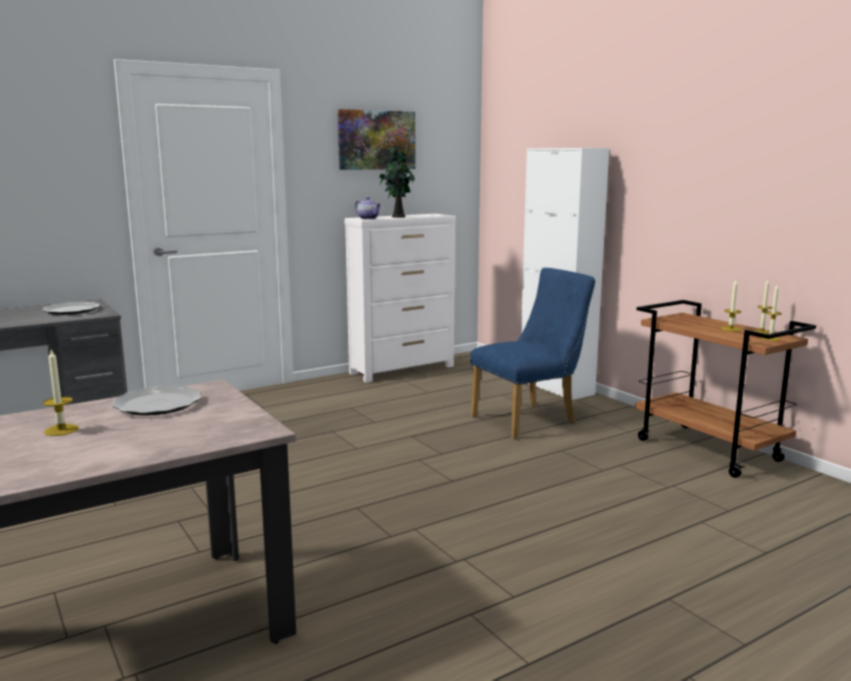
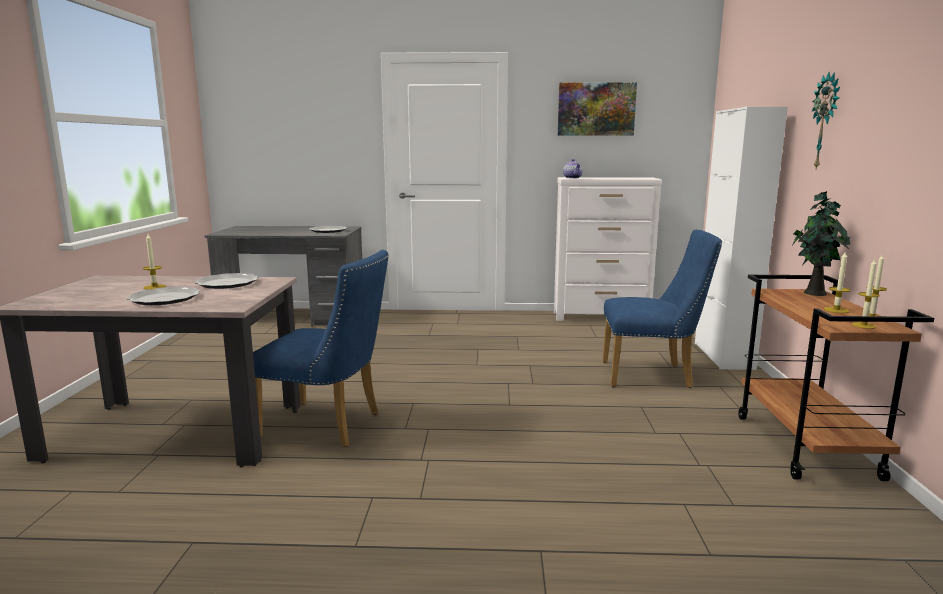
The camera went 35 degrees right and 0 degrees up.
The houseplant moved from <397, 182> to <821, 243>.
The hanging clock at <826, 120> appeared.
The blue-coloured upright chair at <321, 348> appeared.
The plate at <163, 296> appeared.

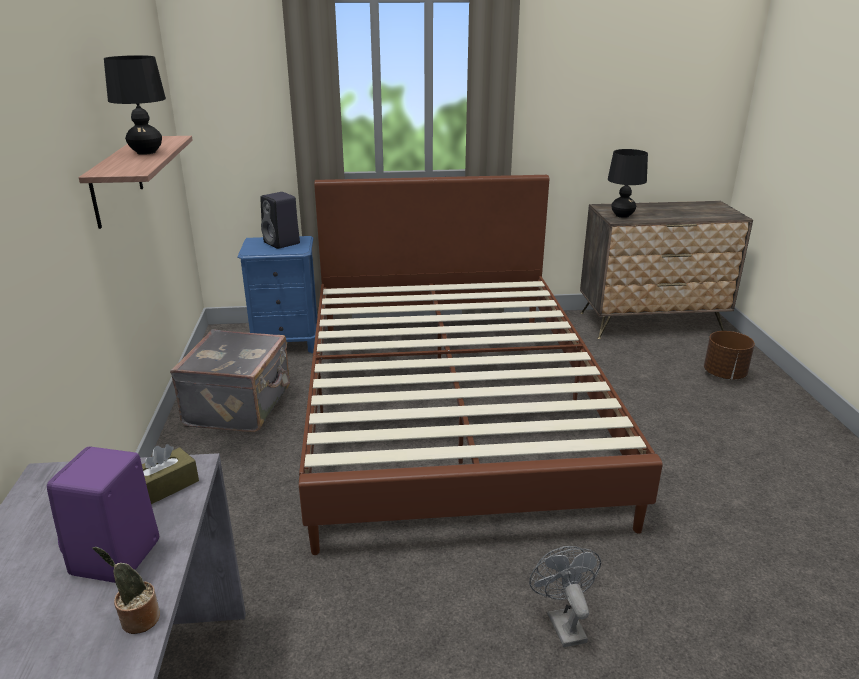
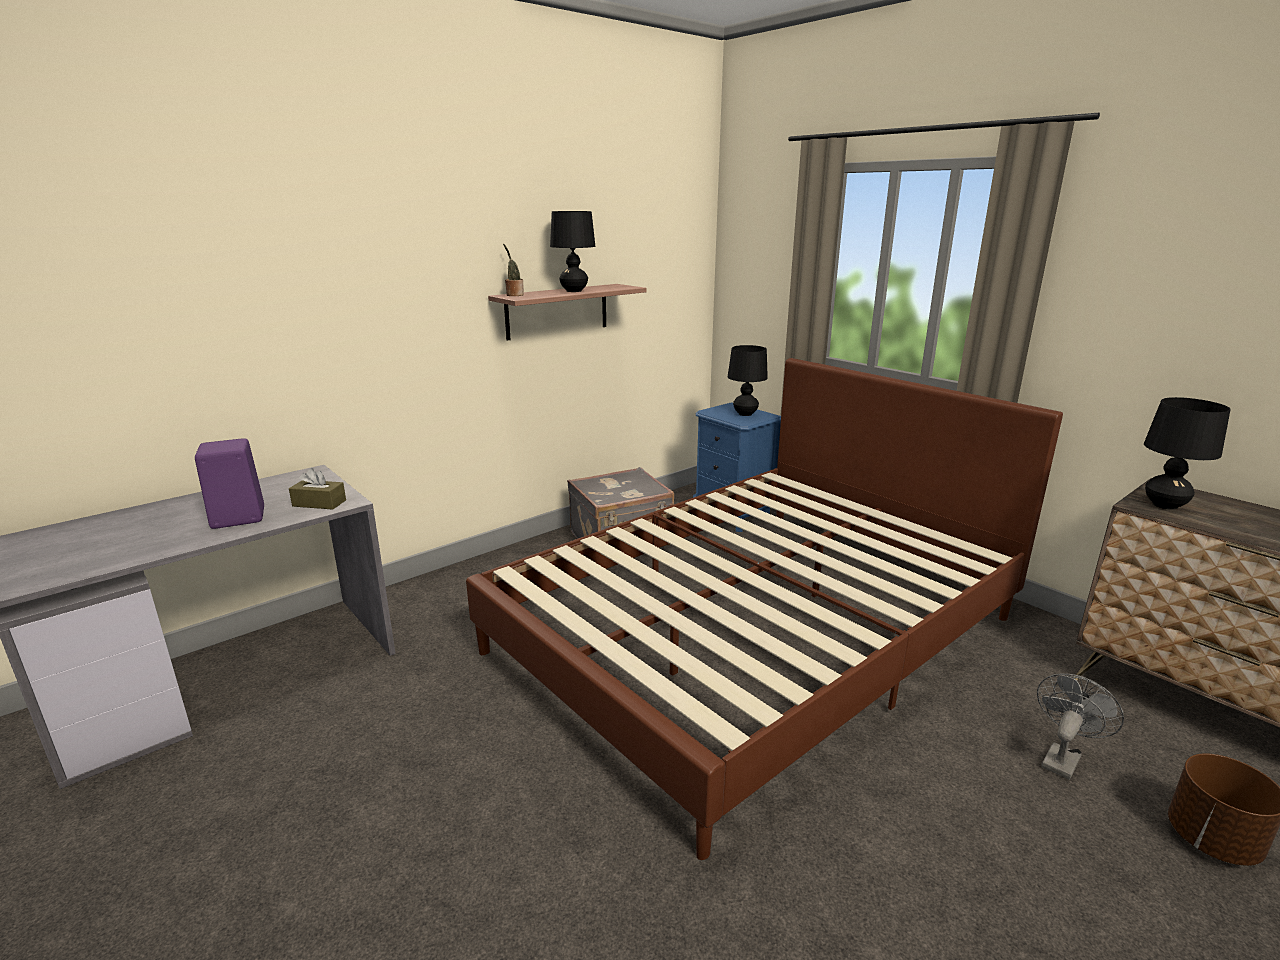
The camera went 55 degrees right and 5 degrees down.
The black-coloured audio speaker at <280, 220> was replaced by the black-coloured lamp for a table at <748, 380>.
The greyish electric fan moved from <565, 596> to <1080, 726>.
The houseplant moved from <126, 590> to <513, 270>.

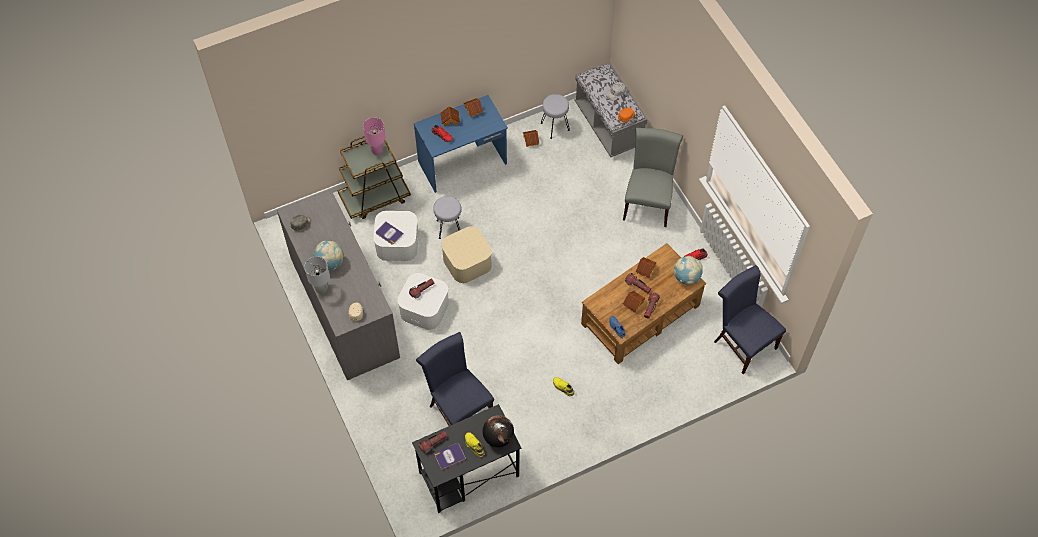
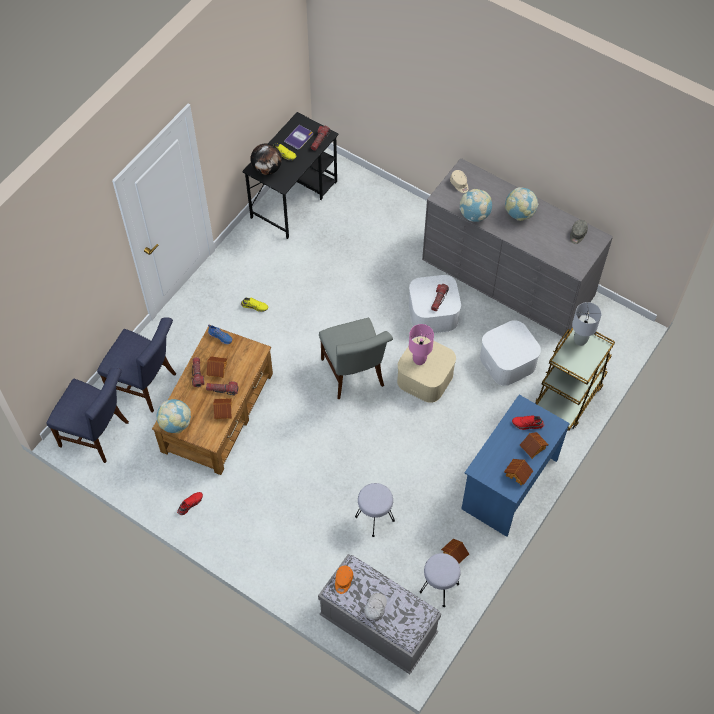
The camera went 150 degrees right and 0 degrees up.
The pink lamp for a table moved from <374, 136> to <421, 344>.
The greyish upright chair moved from <653, 177> to <356, 358>.
The greyish stool moved from <447, 217> to <375, 510>.
The bound book at <390, 233> disappeared.
The greyish lamp for a table moved from <317, 275> to <586, 324>.
The blue-coloured upright chair moved from <455, 379> to <136, 365>.
The world globe at <476, 205> appeared.

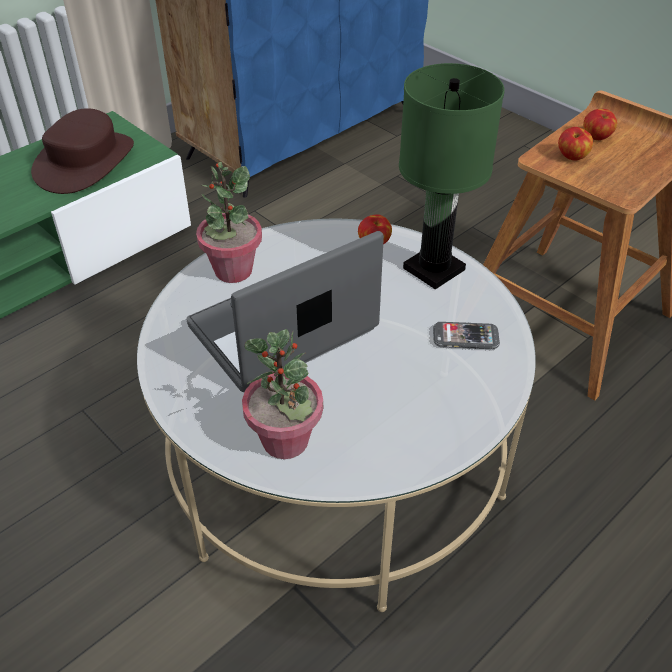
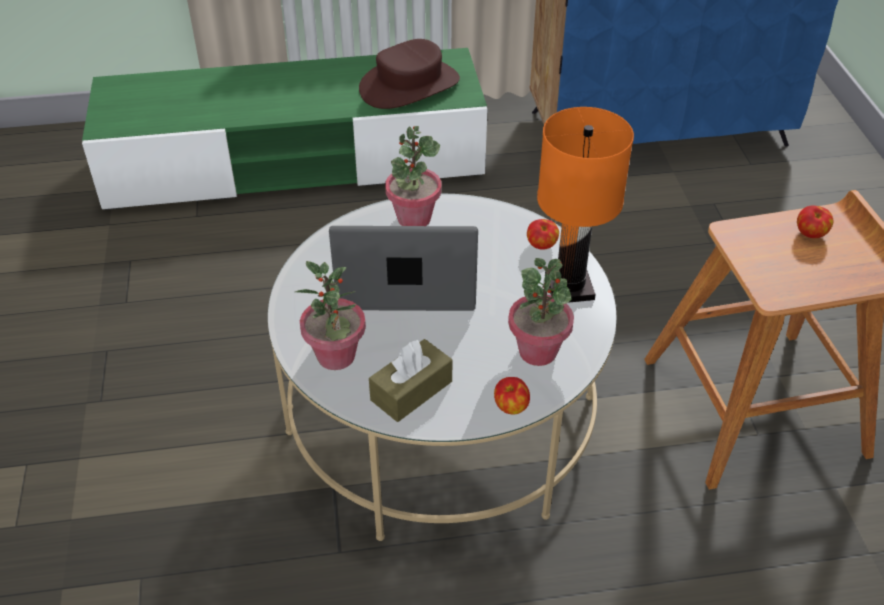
The camera went 35 degrees right and 0 degrees up.
The green-coloured lamp for a table at <452, 176> became the orange lamp for a table at <585, 205>.
The whole apple moved from <575, 143> to <512, 396>.
The phone at <466, 335> was replaced by the houseplant at <541, 312>.
The brown-coloured tissue holder at <410, 380> appeared.

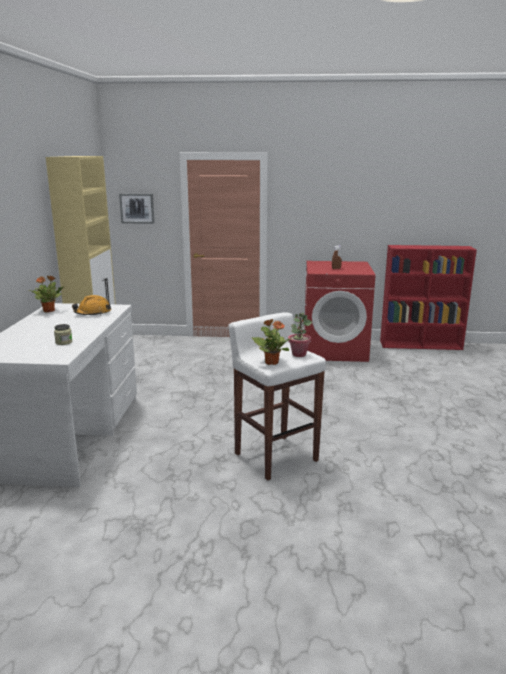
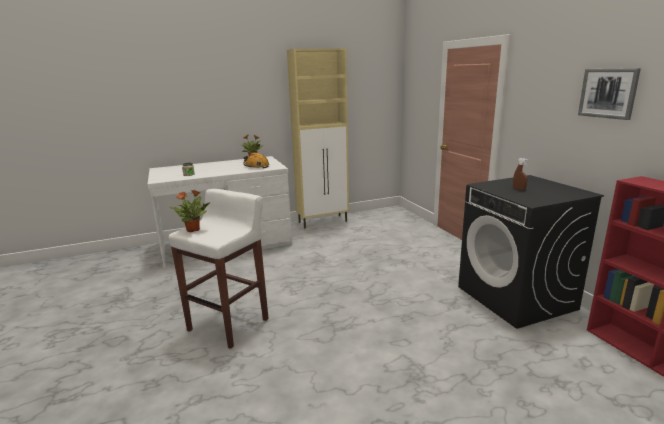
The camera went 65 degrees right and 0 degrees up.
The picture moved from <137, 208> to <609, 94>.
The red-coloured laundry machine at <340, 311> became the black-coloured laundry machine at <531, 252>.
The houseplant at <300, 335> disappeared.

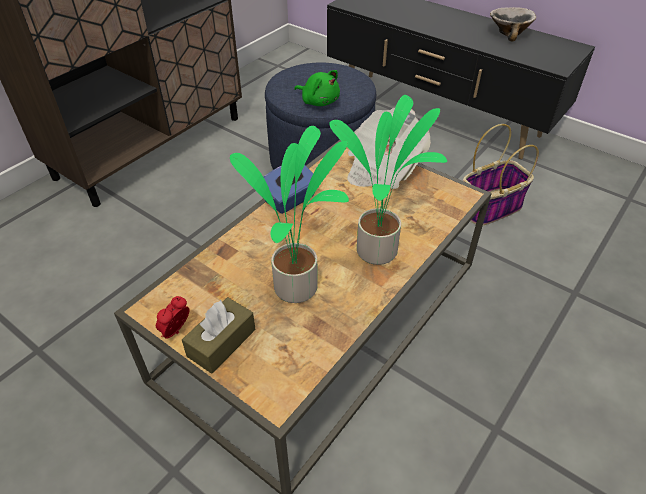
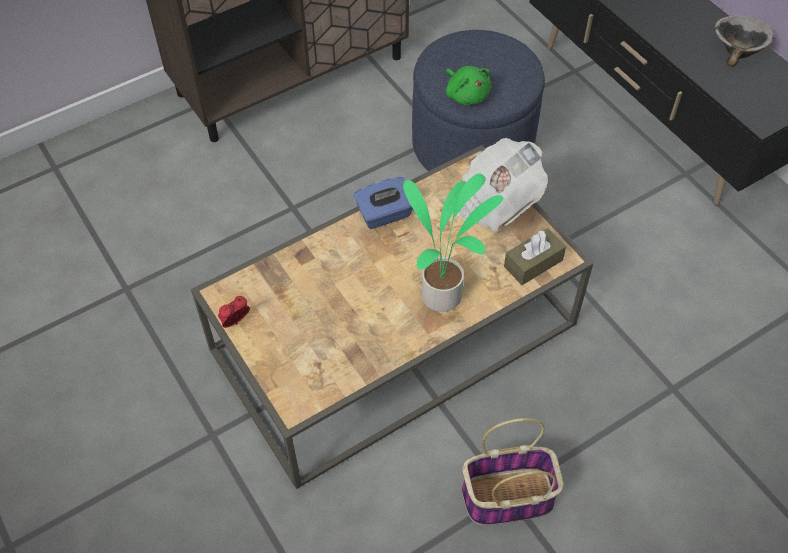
The camera went 20 degrees right and 10 degrees up.
The household basket moved from <501, 174> to <512, 471>.
The houseplant at <289, 214> disappeared.
The brown-coloured tissue holder moved from <219, 335> to <535, 256>.

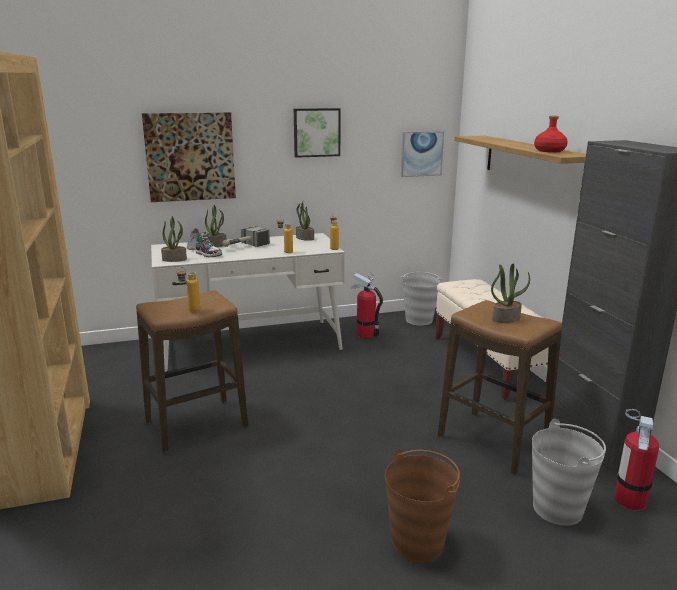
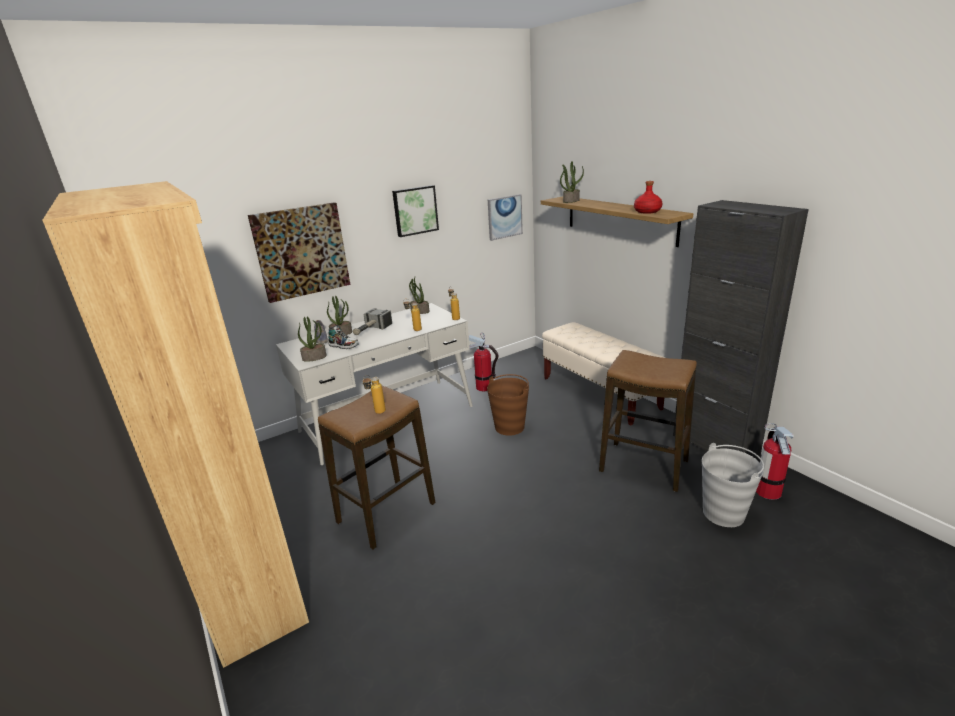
The camera went 15 degrees left and 5 degrees up.
The houseplant moved from <510, 293> to <572, 182>.
The greyish bucket at <421, 299> disappeared.
The brown-coloured bucket moved from <422, 506> to <508, 405>.

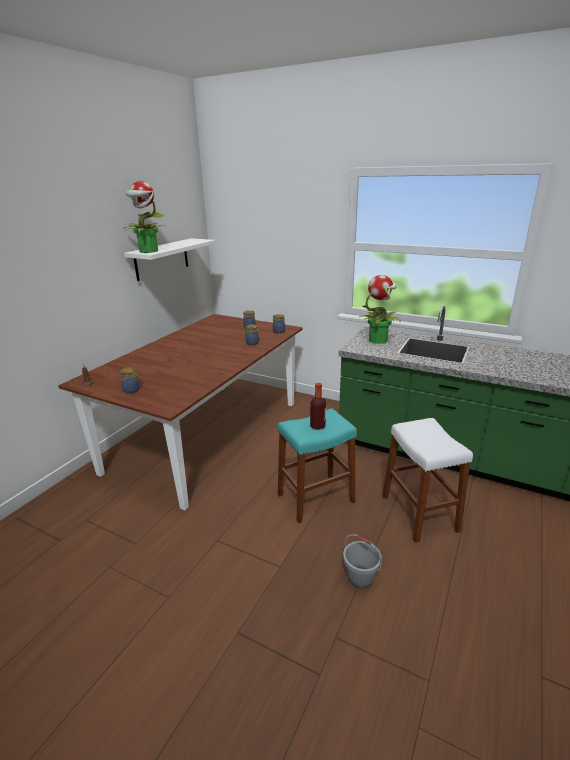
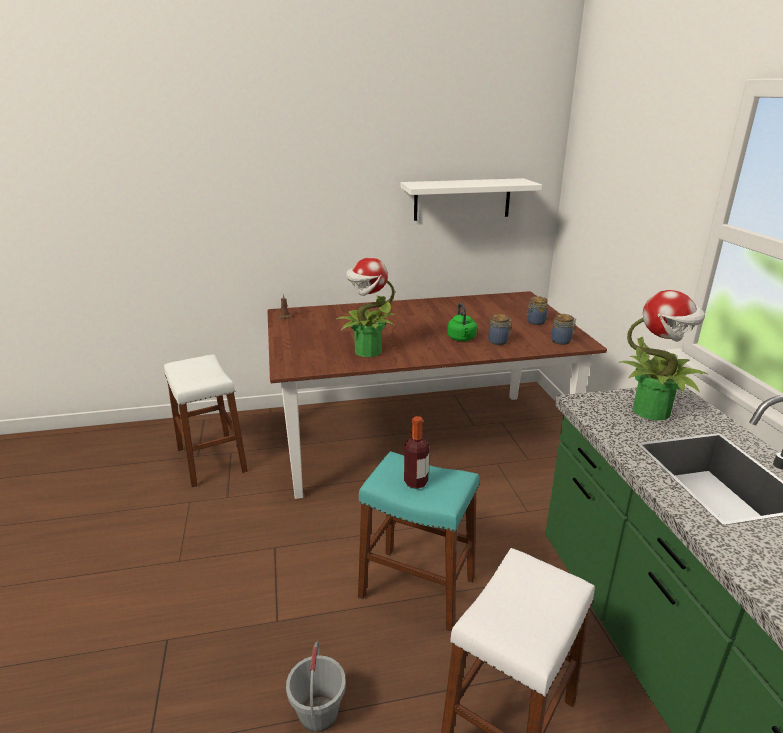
The camera went 50 degrees right and 0 degrees up.
The houseplant moved from <144, 217> to <367, 307>.
The preserve jar at <130, 380> disappeared.
The green-coloured water kettle at <462, 322> appeared.
The whitish stool at <206, 420> appeared.

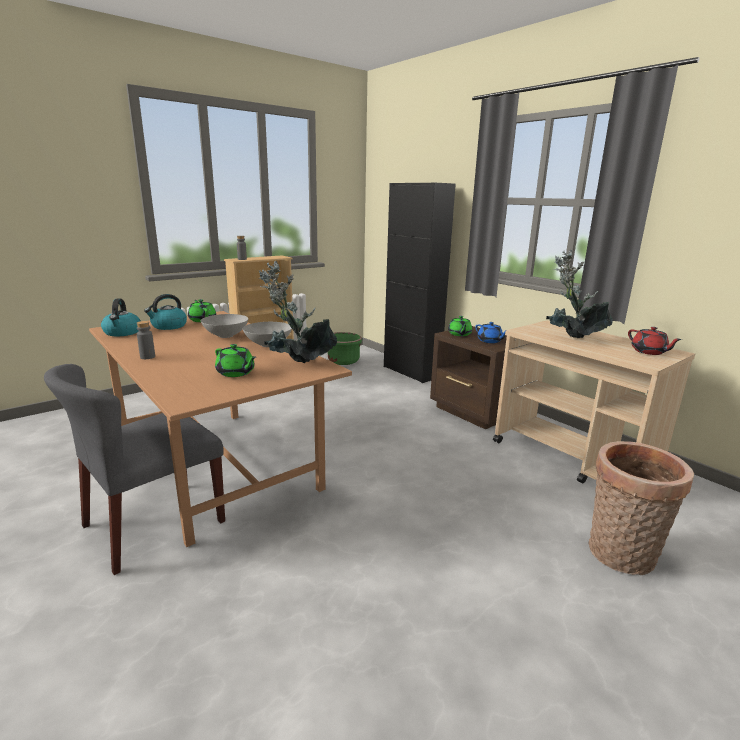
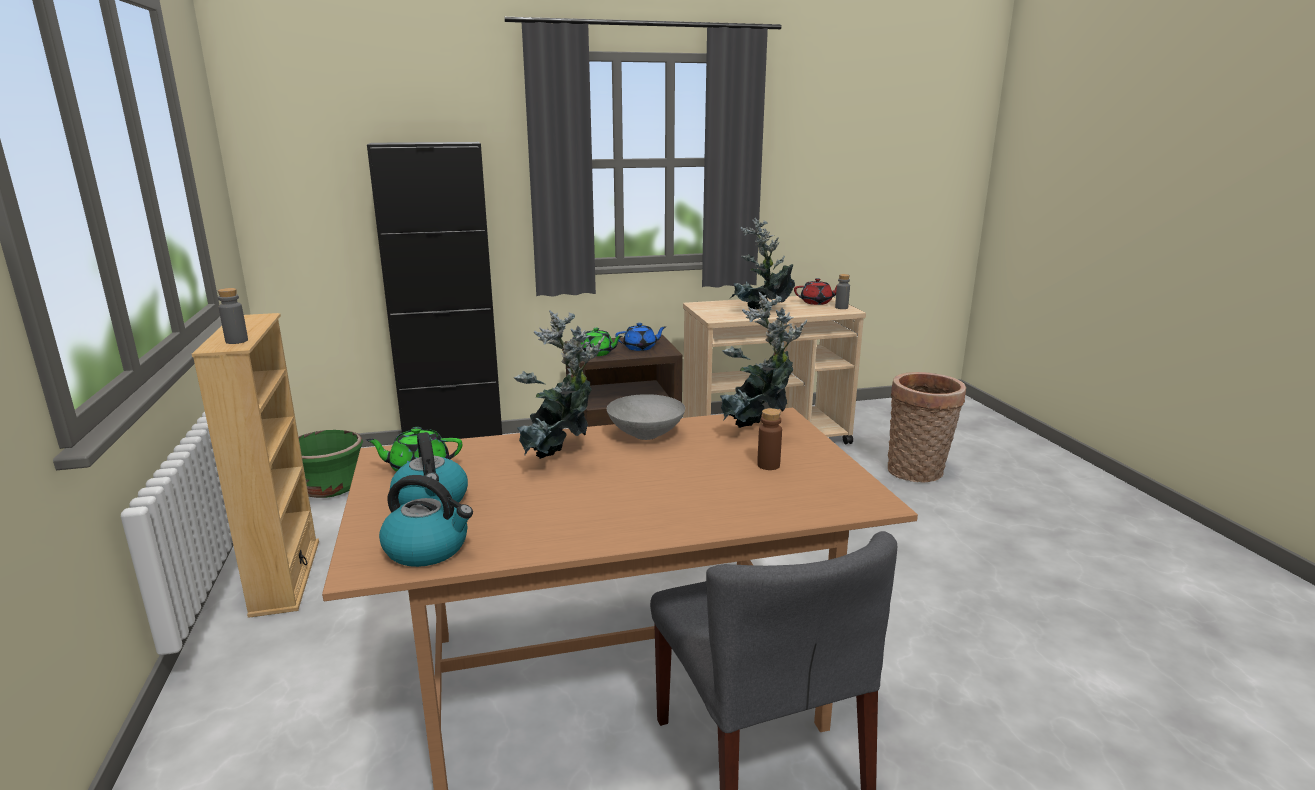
The camera went 65 degrees left and 0 degrees up.
The greyish deep dish at <224, 326> was replaced by the houseplant at <559, 384>.
The greyish bottle moved from <146, 340> to <842, 291>.
The green-coloured pot for tea at <235, 360> was replaced by the brown-coloured bottle at <769, 439>.

